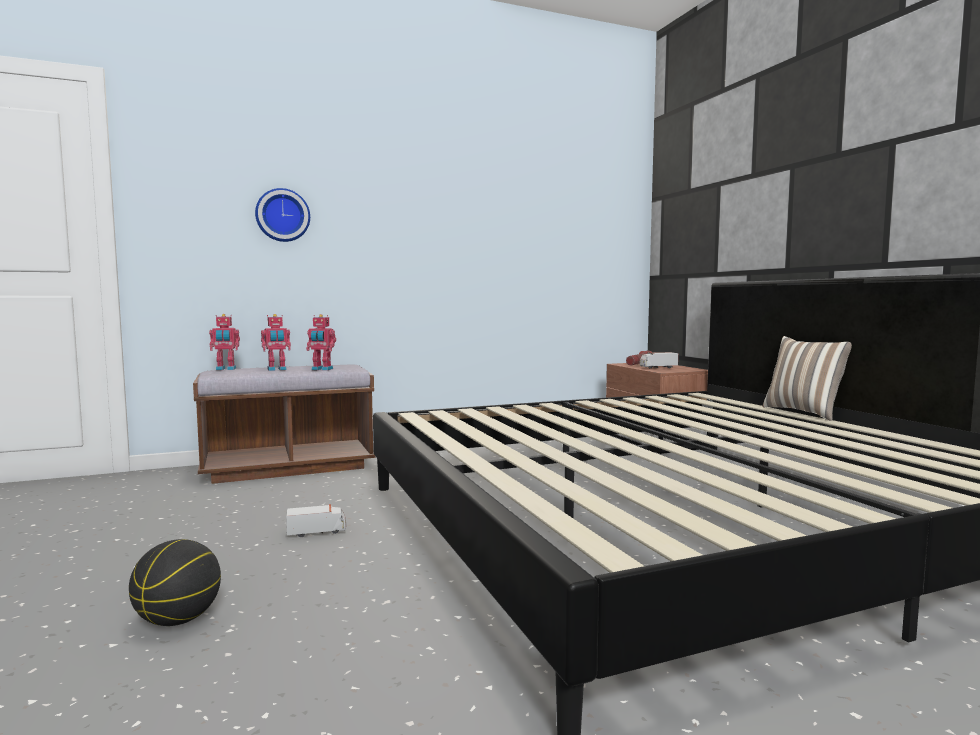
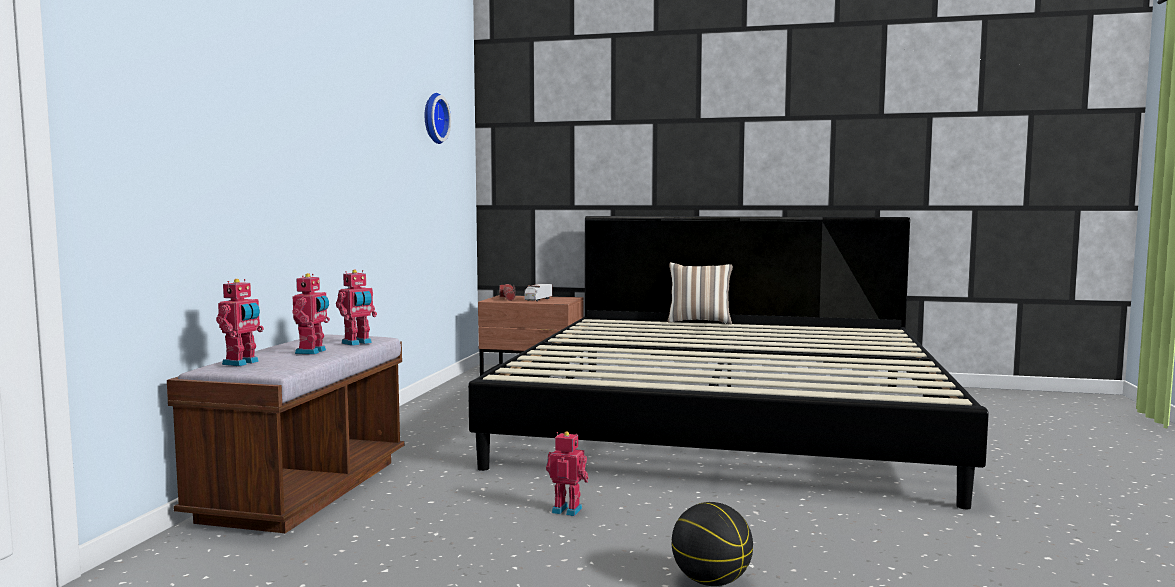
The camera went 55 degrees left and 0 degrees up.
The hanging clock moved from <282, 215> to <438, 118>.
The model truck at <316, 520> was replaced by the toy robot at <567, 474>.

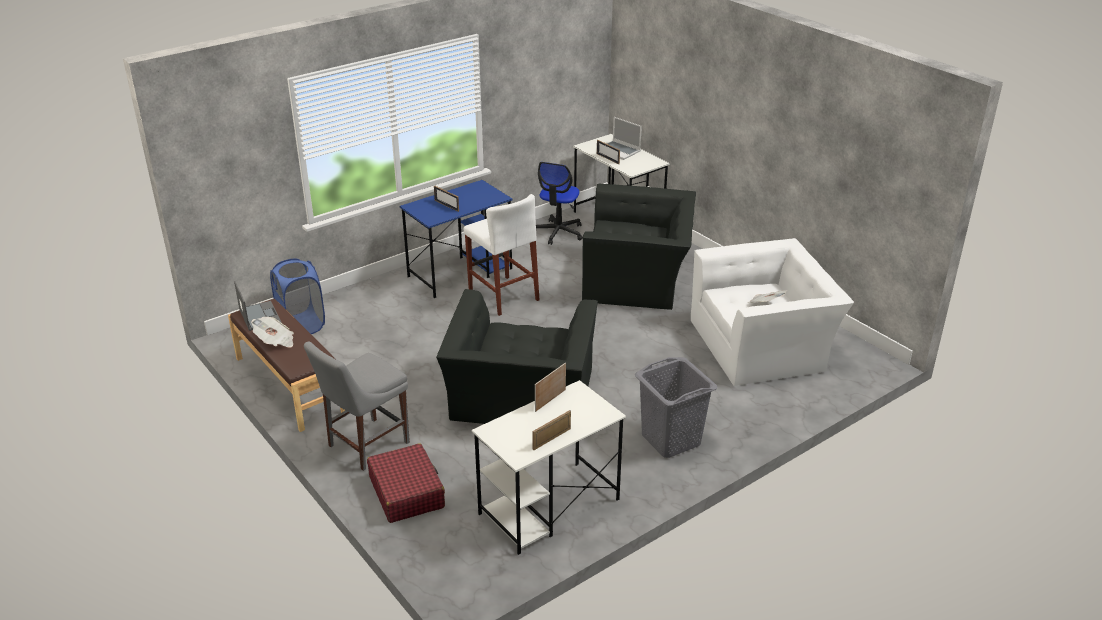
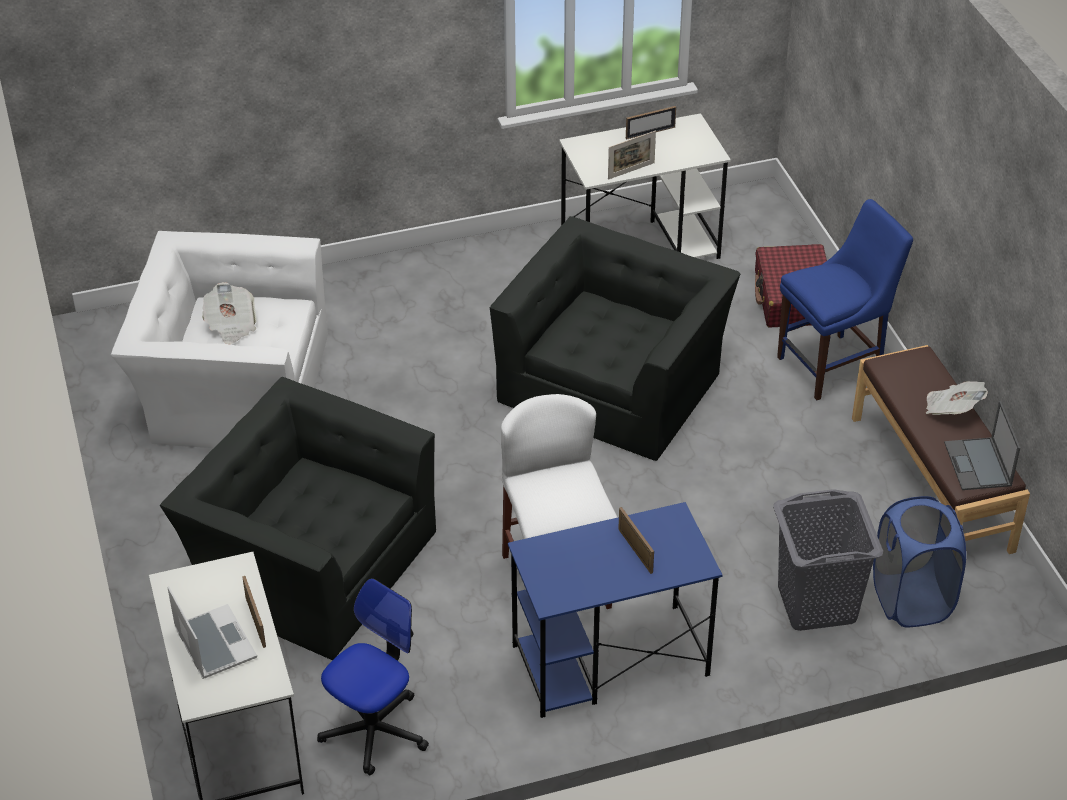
The camera went 160 degrees left and 10 degrees up.
The greyish upright chair at <357, 406> became the blue-coloured upright chair at <845, 299>.
The greyish washing basket moved from <676, 407> to <828, 560>.

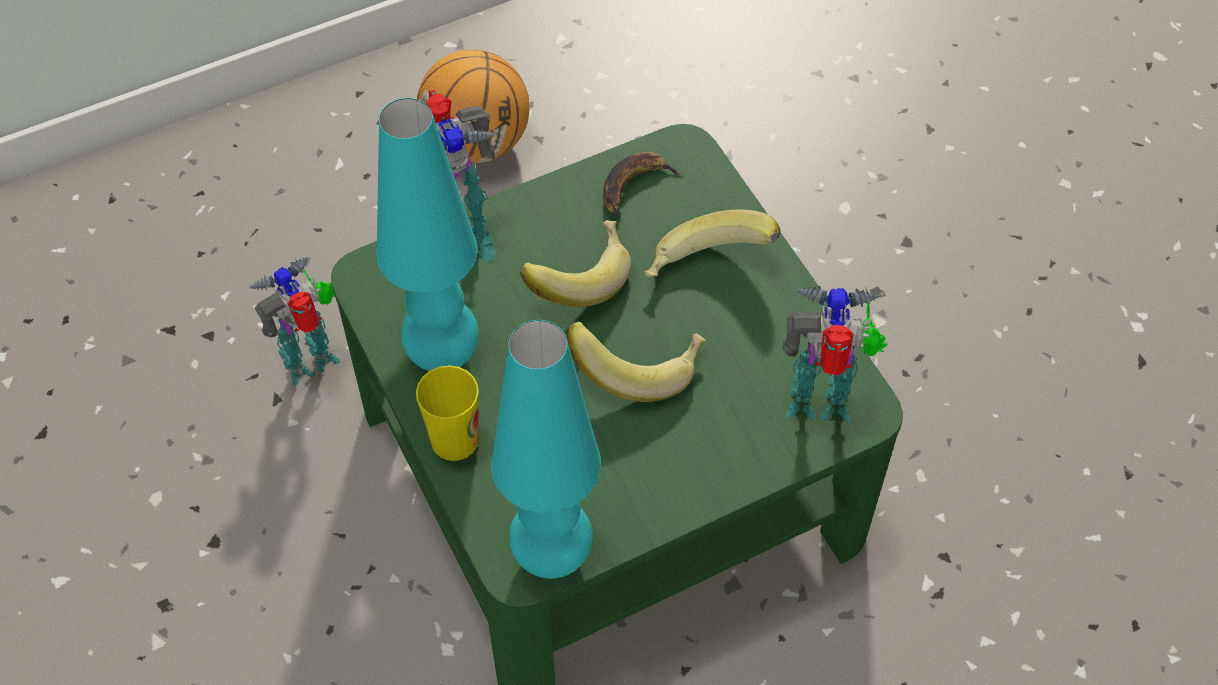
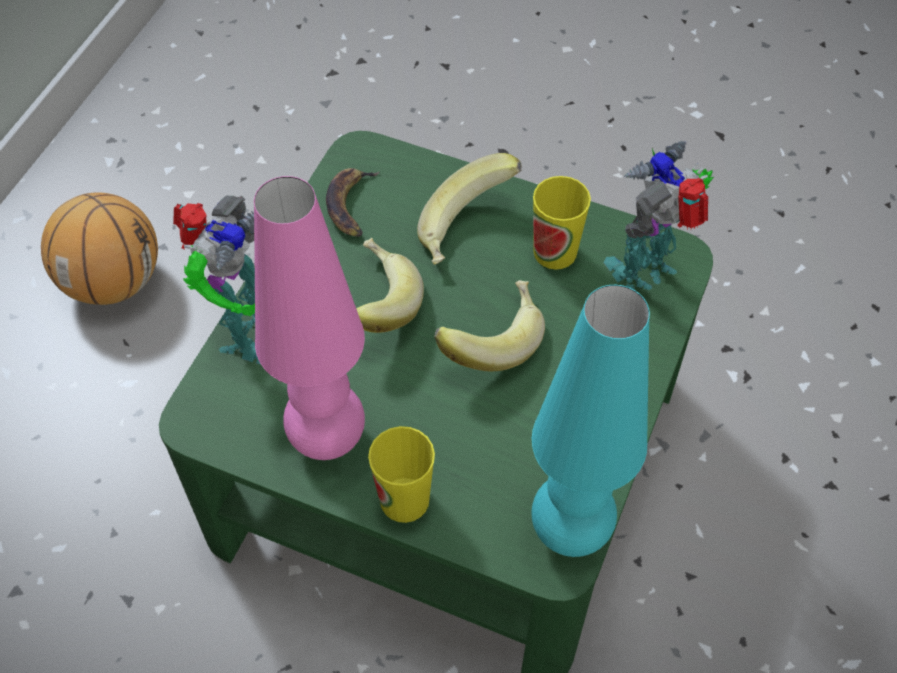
The camera went 40 degrees left and 0 degrees up.
The turquoise-coloured lamp for a table at <427, 234> became the pink lamp for a table at <309, 318>.
The toy robot at <295, 321> disappeared.
The cup at <562, 223> appeared.

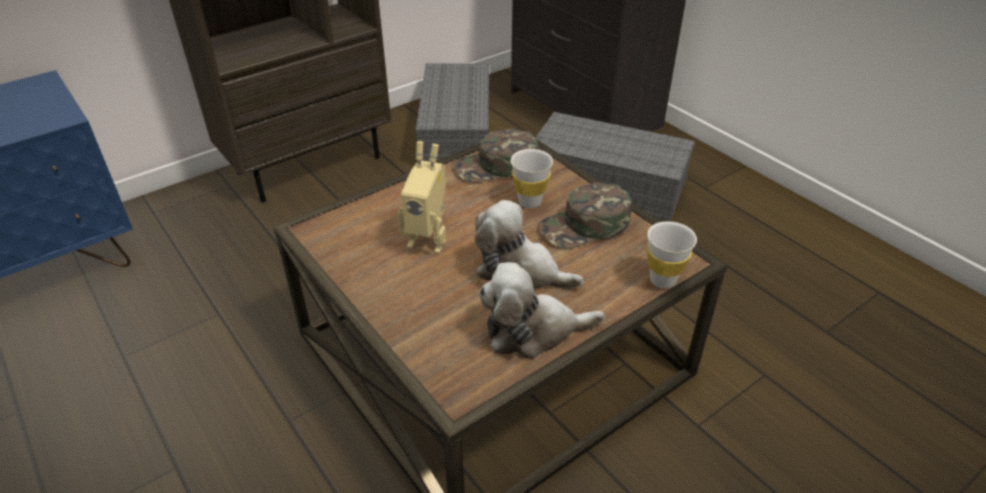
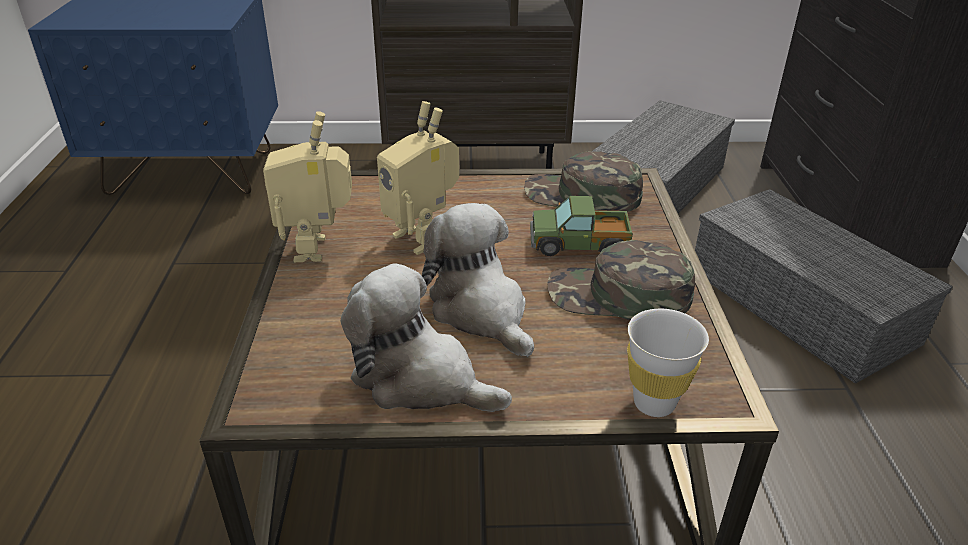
The camera went 35 degrees right and 5 degrees down.
The whitish cup at <532, 178> was replaced by the model truck at <581, 226>.
The toy robot at <307, 186> appeared.

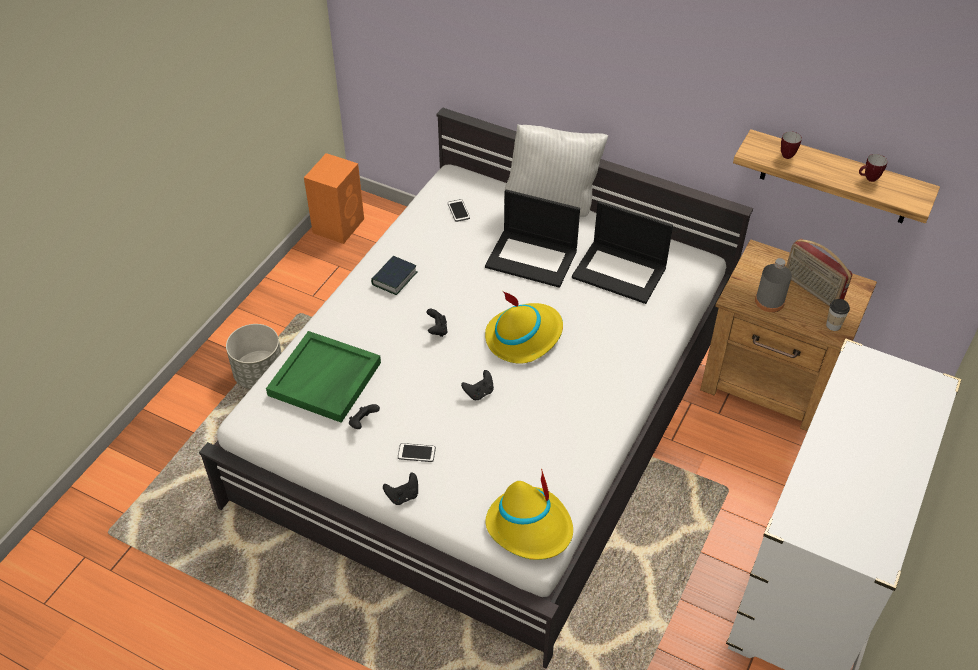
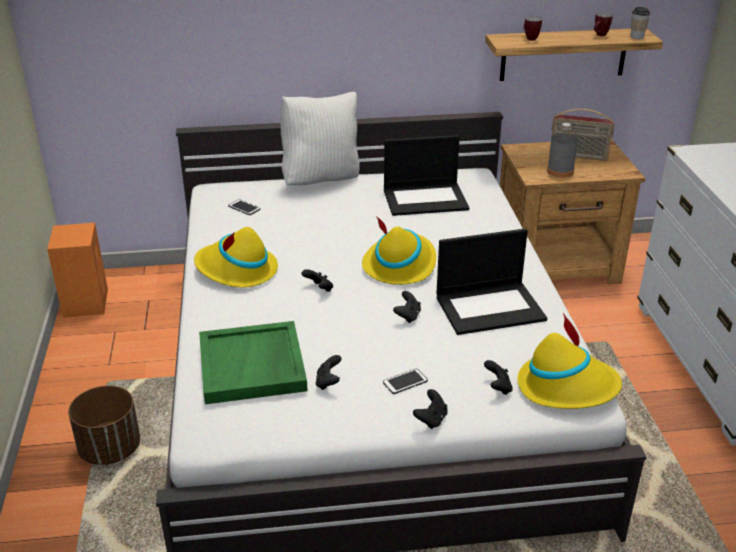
The camera went 35 degrees left and 15 degrees down.
The laptop moved from <532, 238> to <491, 281>.
The bound book at <394, 275> was replaced by the yellow clothing hat at <236, 257>.
The cup moved from <838, 315> to <640, 23>.
The greyish plant pot at <254, 356> became the brown-coloured plant pot at <104, 425>.
The black-coloured gamepad at <498, 377> appeared.

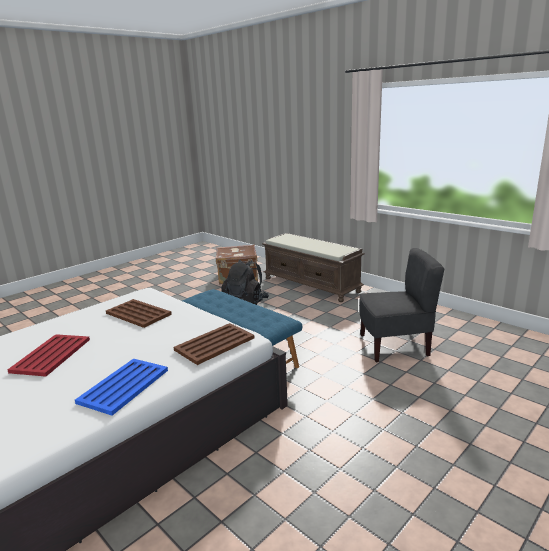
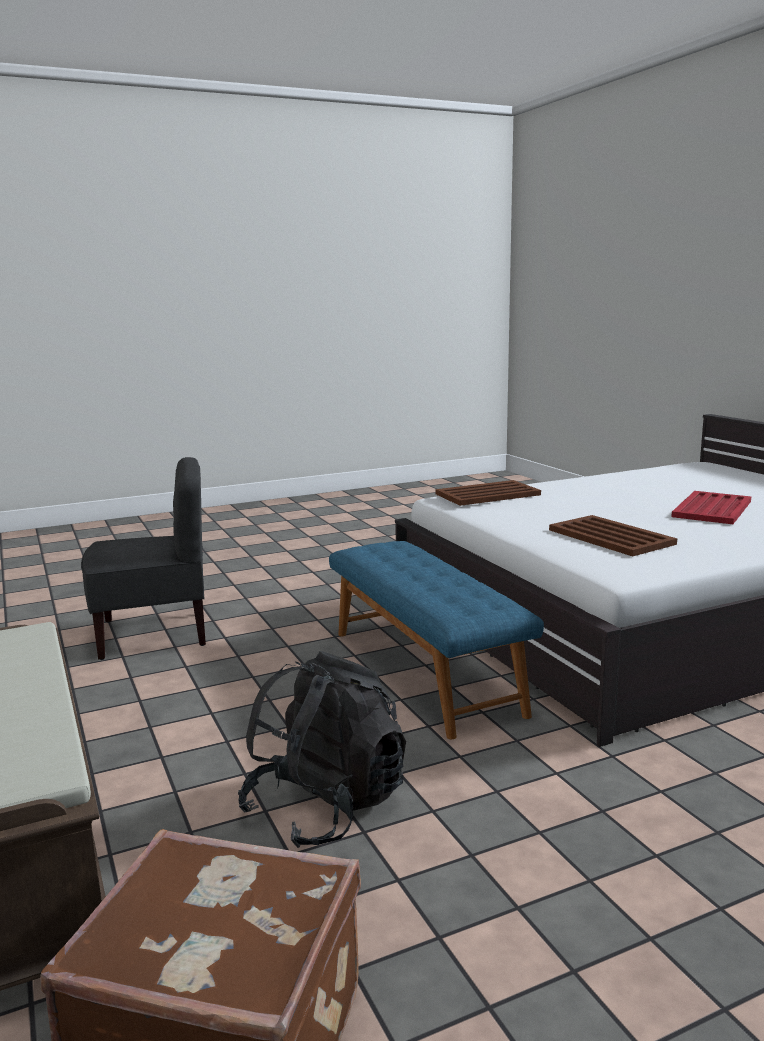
The camera went 160 degrees left and 5 degrees down.
The greyish upright chair at <401, 305> turned 150 degrees clockwise.
The blue-coloured tray at <121, 387> disappeared.

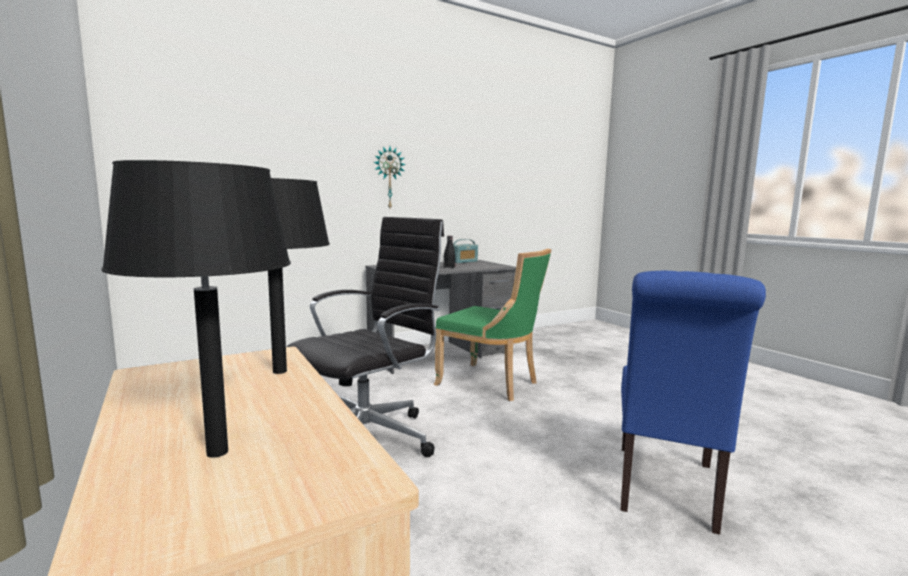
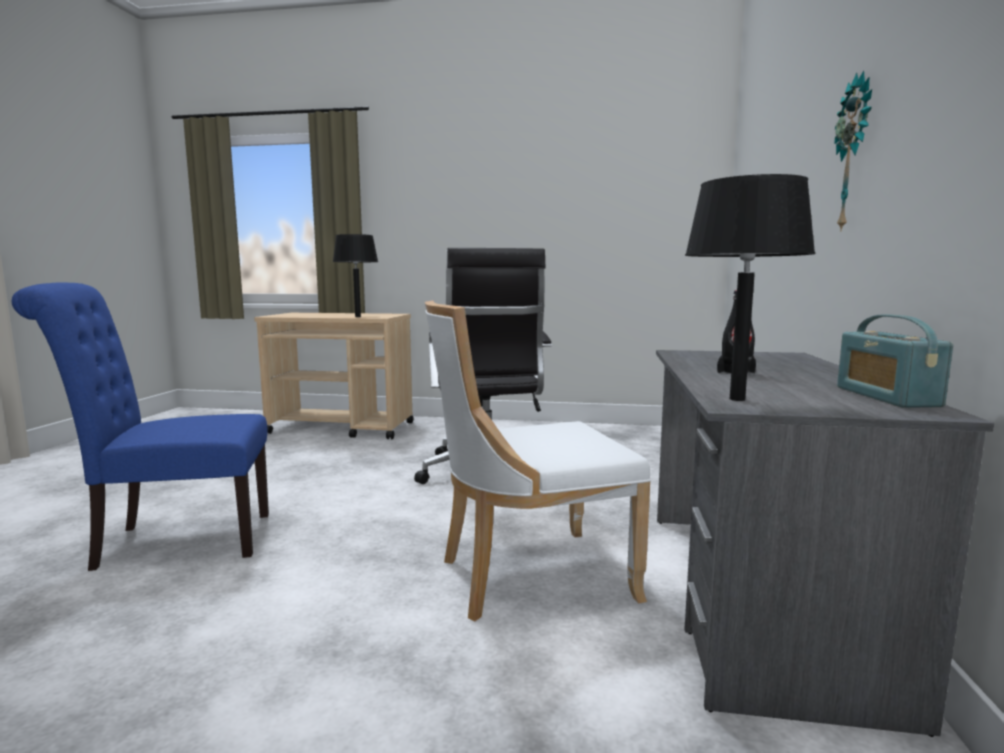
The camera went 130 degrees right and 0 degrees up.
The black-coloured lamp for a table moved from <196, 309> to <750, 287>.
The green-coloured upright chair at <493, 325> became the whitish upright chair at <538, 460>.
The blue-coloured upright chair at <693, 403> turned 75 degrees counterclockwise.

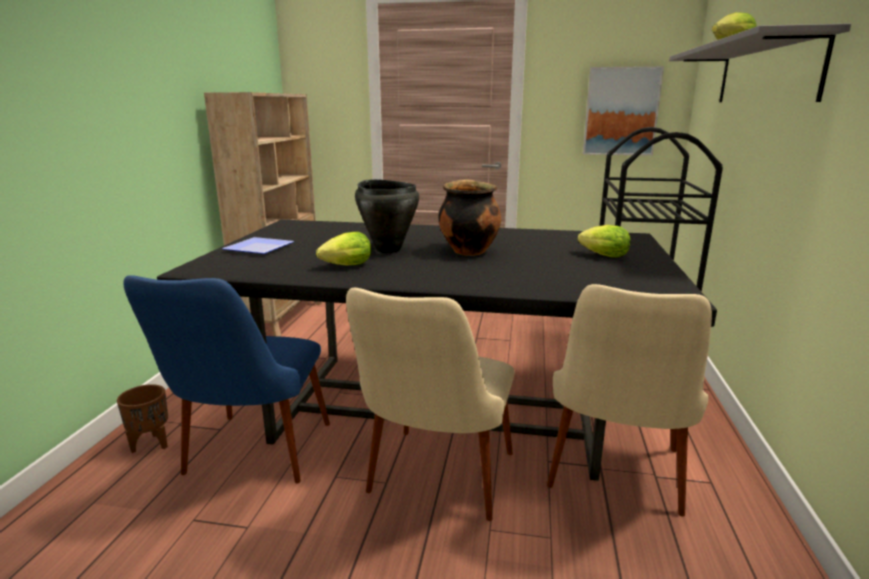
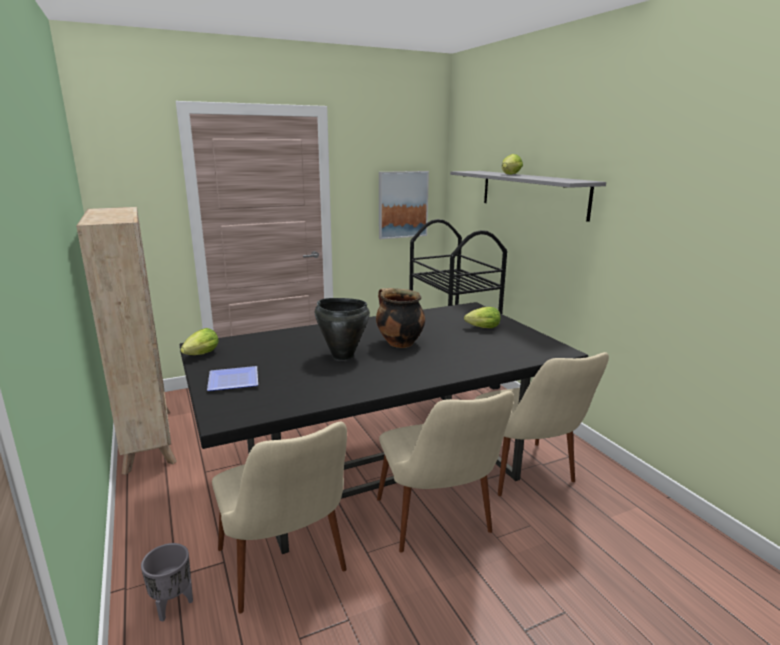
The camera went 35 degrees left and 0 degrees up.
The lettuce head moved from <343, 248> to <199, 341>.
The blue-coloured upright chair at <227, 379> became the sand-coloured upright chair at <279, 517>.
The brown-coloured plant pot at <142, 418> became the greyish plant pot at <167, 582>.

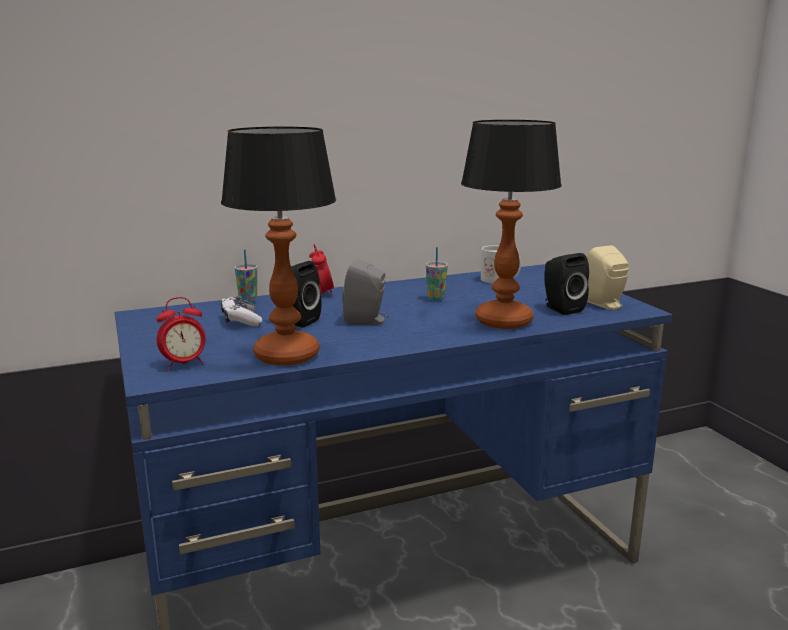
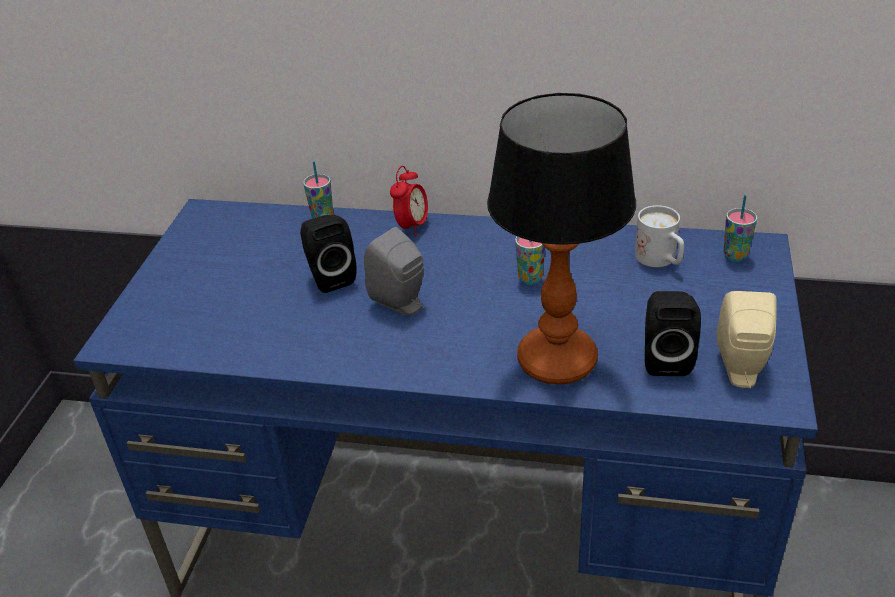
The camera went 35 degrees right and 20 degrees up.
The lamp for a table at <278, 246> disappeared.
The gamepad at <241, 311> disappeared.
The table clock at <181, 333> disappeared.
The cup at <740, 228> appeared.

